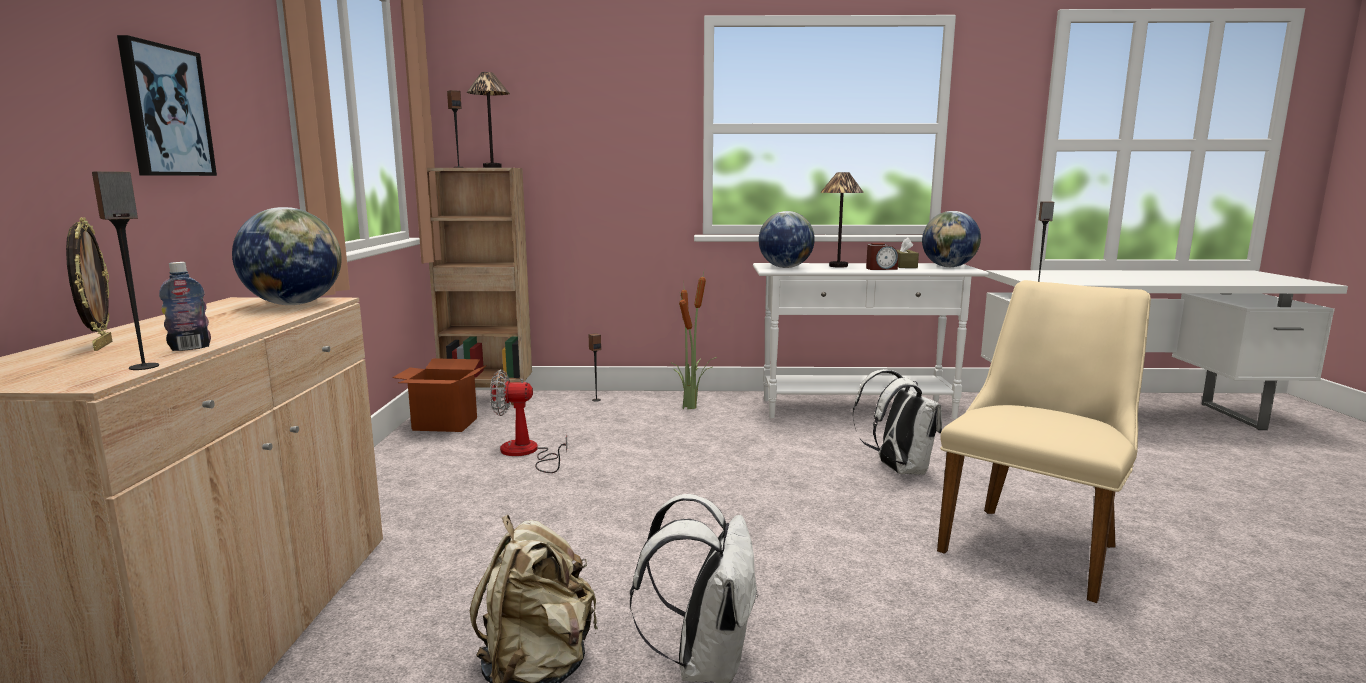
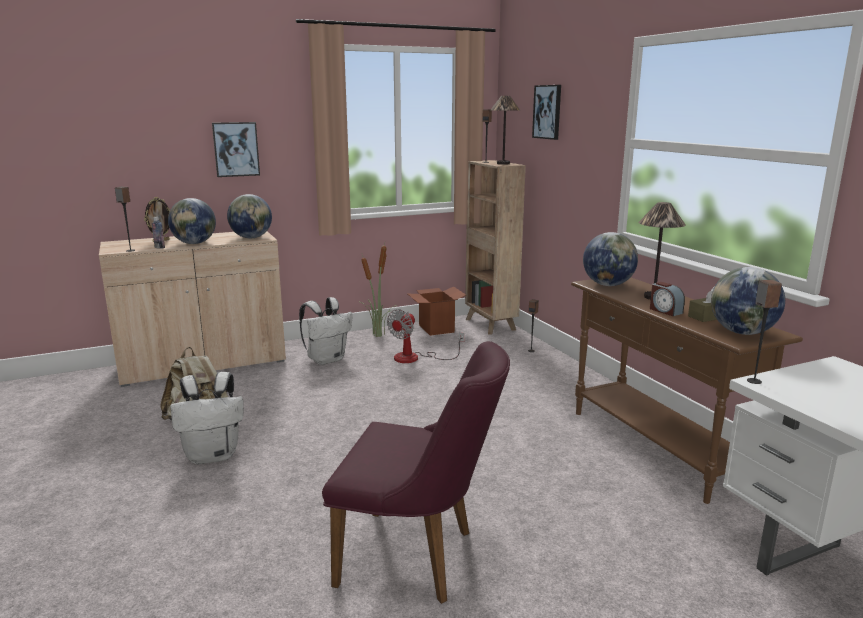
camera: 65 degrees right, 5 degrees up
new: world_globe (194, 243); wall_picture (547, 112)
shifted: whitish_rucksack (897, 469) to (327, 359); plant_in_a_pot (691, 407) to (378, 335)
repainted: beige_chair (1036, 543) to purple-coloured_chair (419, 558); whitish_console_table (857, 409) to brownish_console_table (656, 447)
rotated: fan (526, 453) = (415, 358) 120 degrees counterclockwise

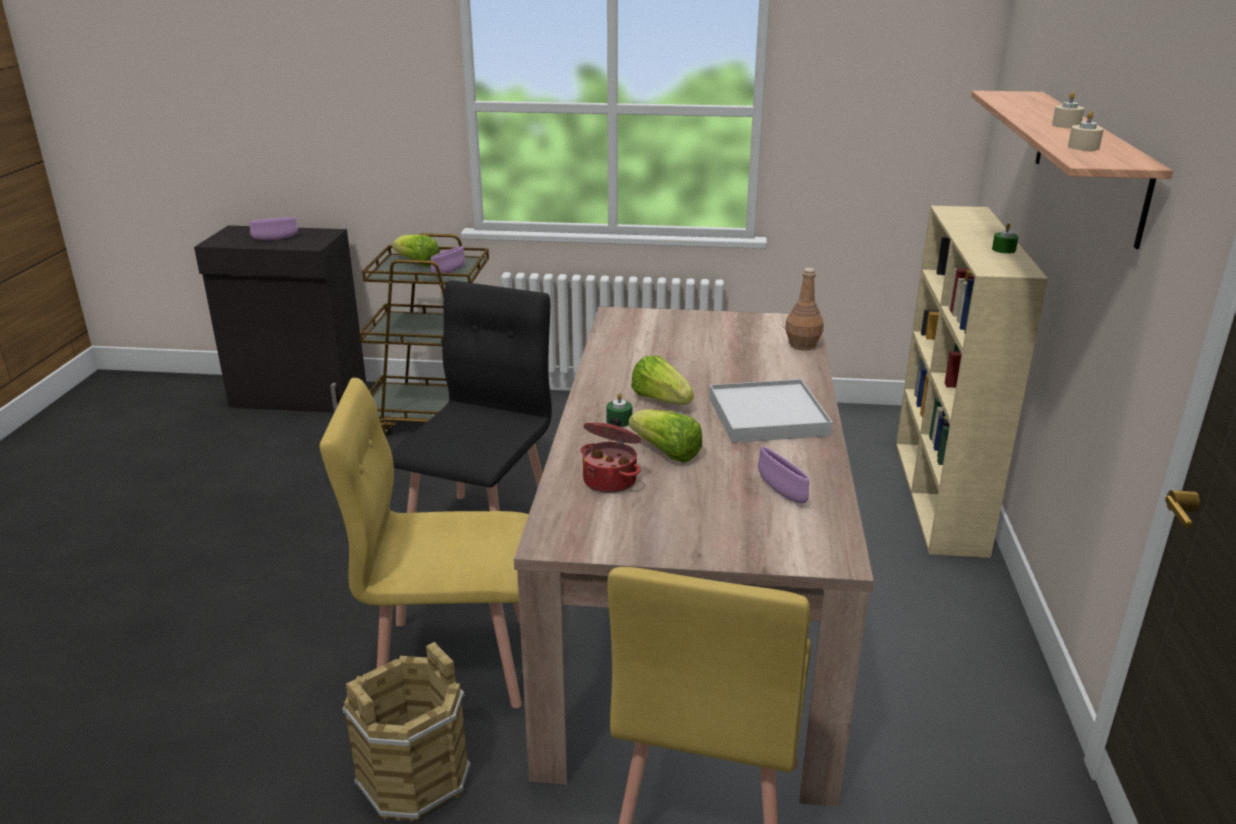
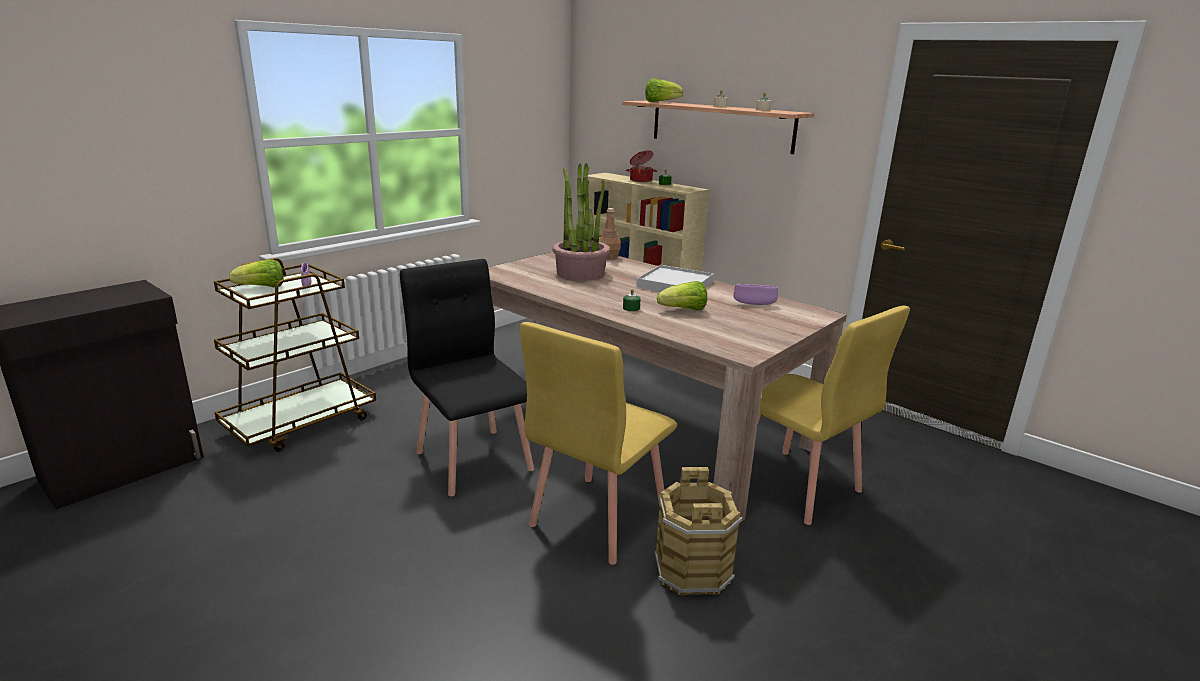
camera: 55 degrees left, 5 degrees down
gone: purple-coloured_bowl (275, 239)
new: plant_in_a_pot (580, 273)
shifted: cooking_pot (611, 480) to (640, 180); lettuce_head (661, 400) to (661, 102)

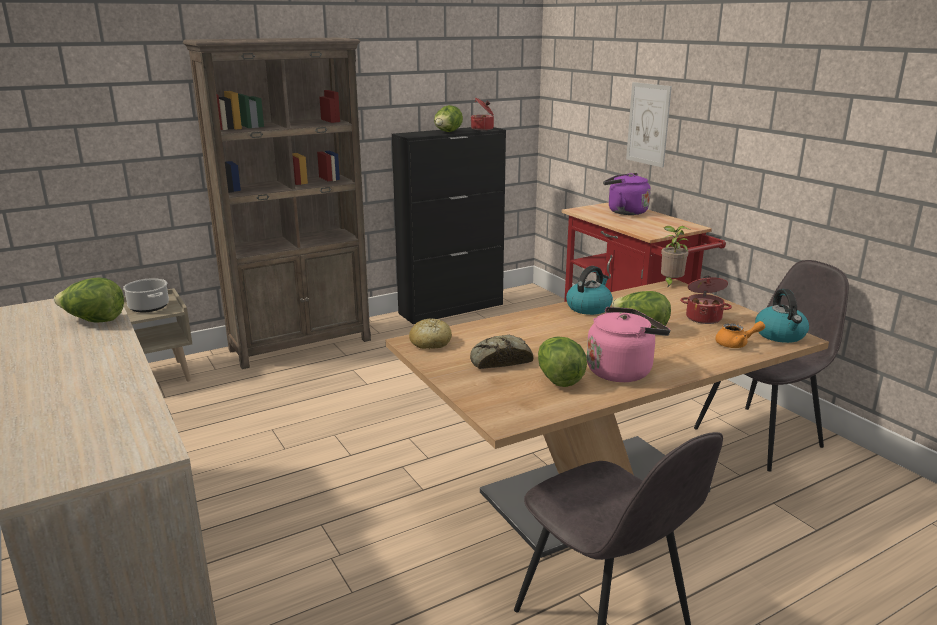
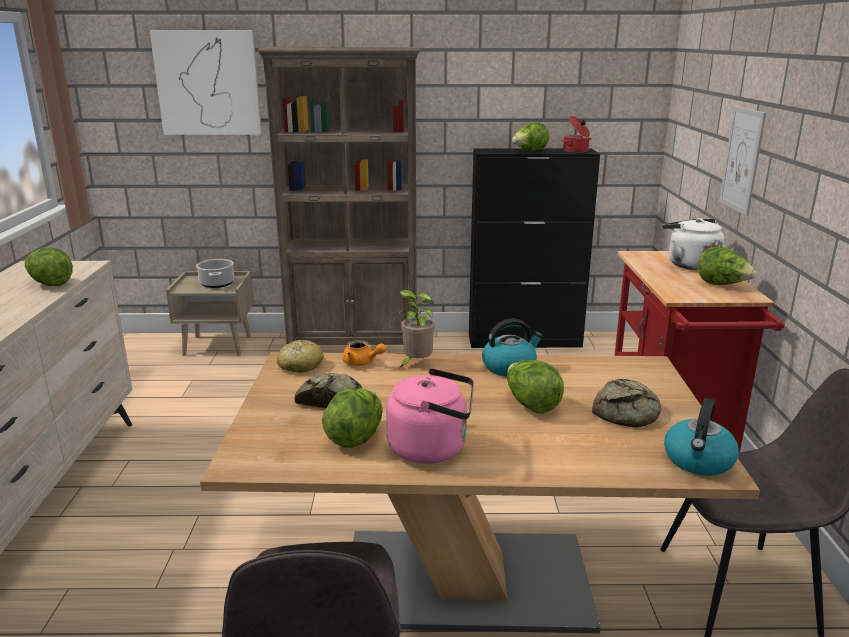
camera: 30 degrees right, 0 degrees up
new: wall_picture (208, 83); lettuce_head (722, 285)
shifted: orangey_tea_pot (736, 344) to (362, 363); plant_in_a_pot (670, 283) to (415, 364)
swapped: cooking_pot (704, 317) to bread (628, 412)
repainted: purple-coloured_water_kettle (624, 212) to whitish_water_kettle (689, 264)

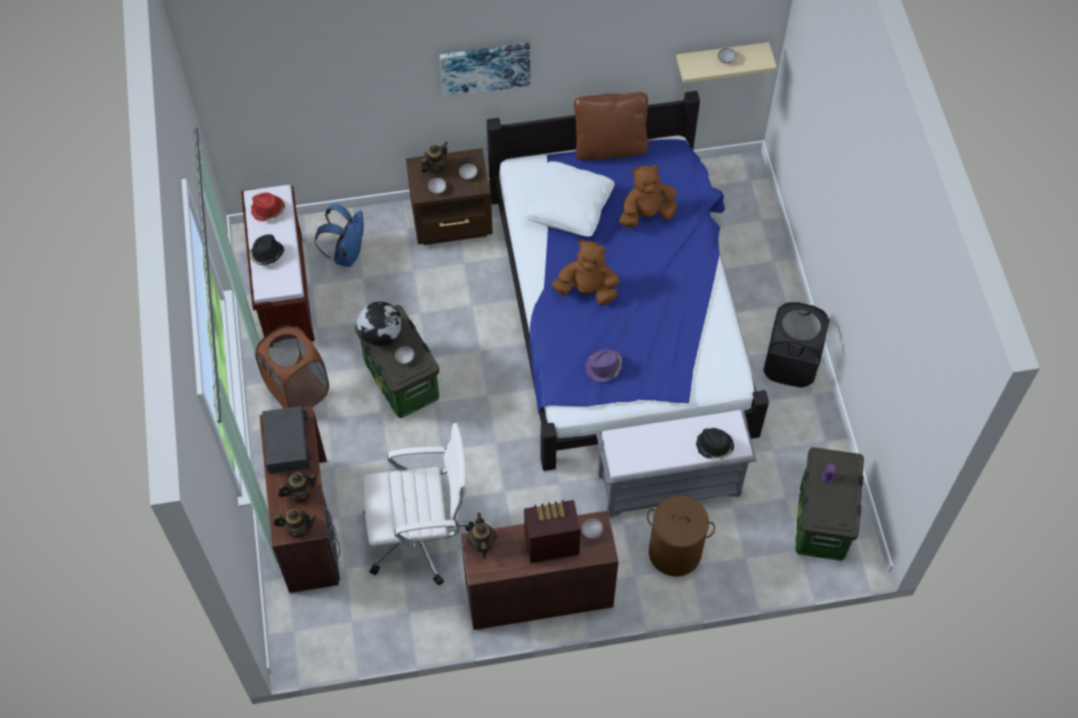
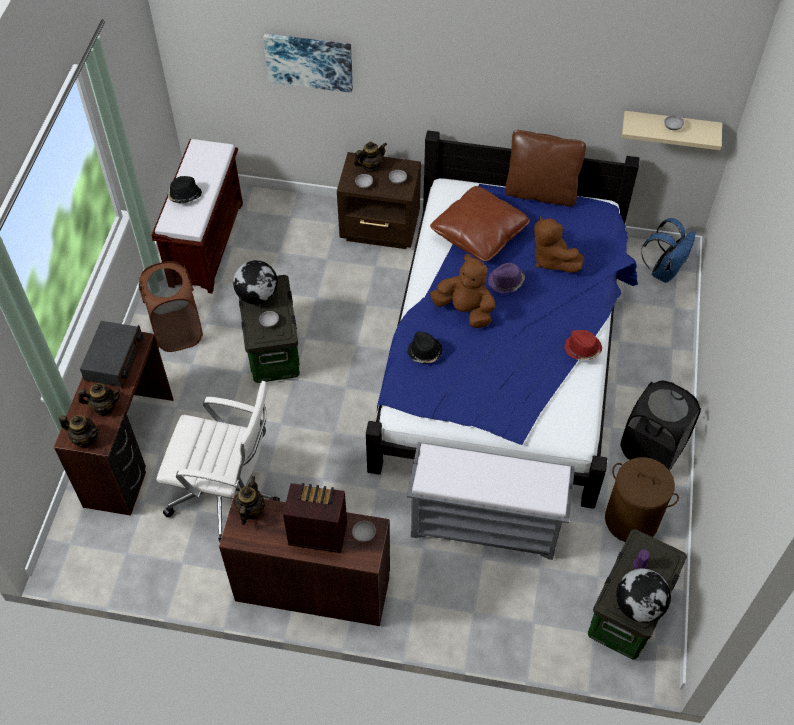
camera: 20 degrees right, 5 degrees down
new: world_globe (639, 605)
shifted: wall_picture (485, 67) to (309, 61); blackish_hat (714, 446) to (424, 352); purple-coloured_hat (604, 367) to (506, 282); red-coloured_hat (268, 210) to (582, 349); brownish_laundry_basket (675, 552) to (632, 520); blue_rucksack (347, 253) to (664, 271)
repainted: whitish_throw_pillow (569, 208) to brownish_throw_pillow (479, 233)
rotated: brownish_cuddly_toy (646, 214) = (551, 259) 120 degrees counterclockwise

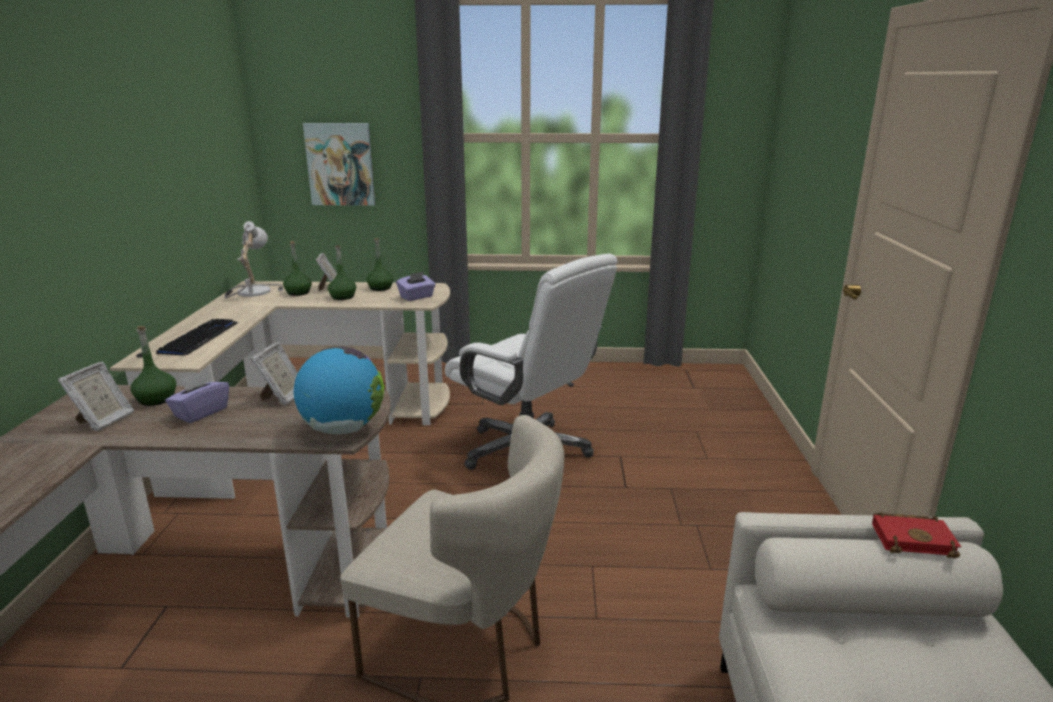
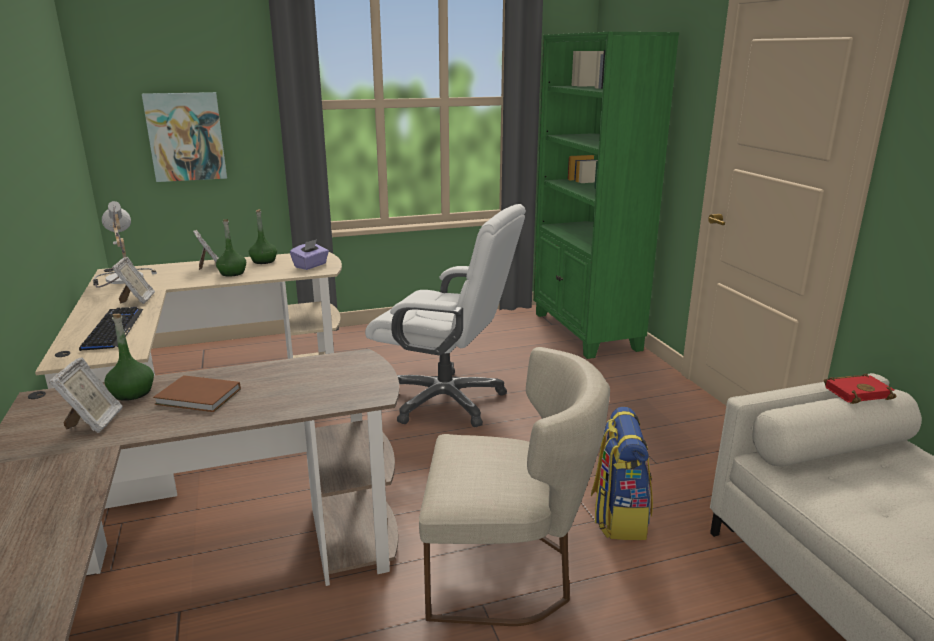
camera: 20 degrees left, 0 degrees up
gone: green_drink_bottle (298, 293); world_globe (343, 429)
new: green_bookcase (585, 332); rucksack (618, 516)
shifted: picture_frame (283, 397) to (137, 300)
swapped: purple-coloured_tissue_box (201, 413) to brownish_book (199, 397)

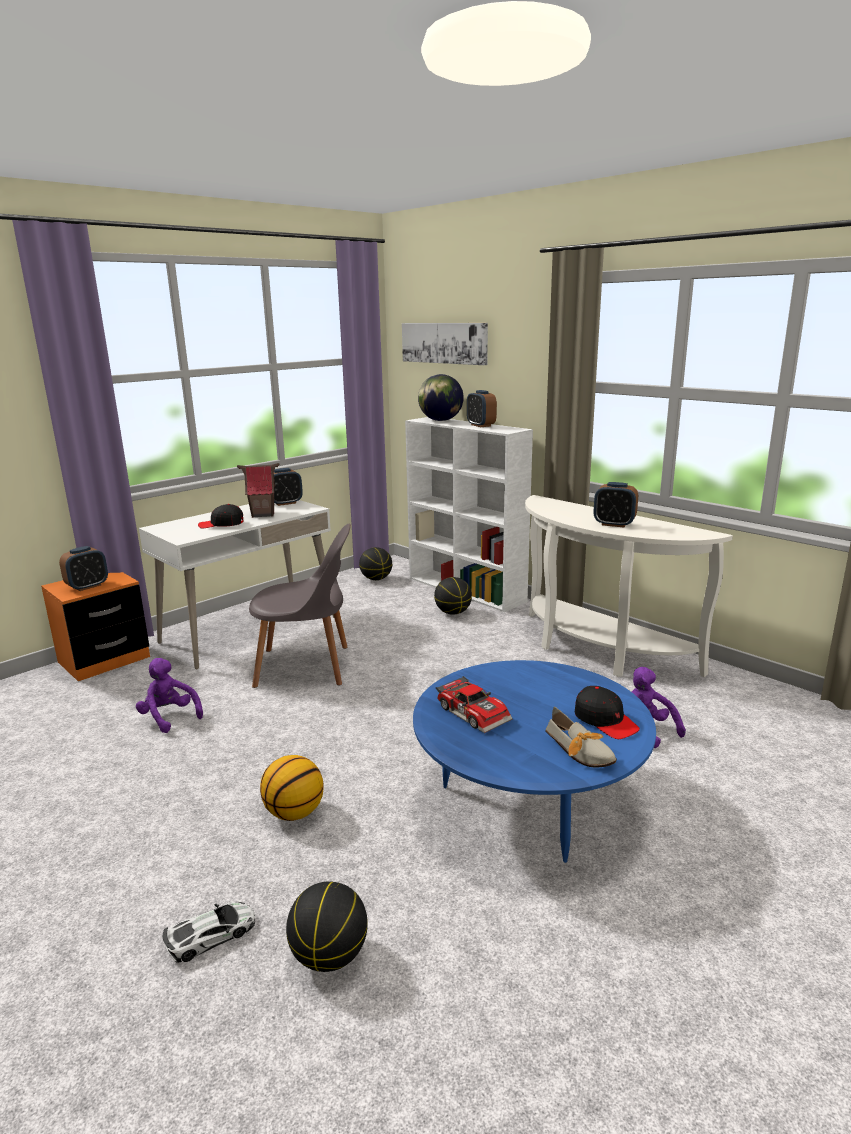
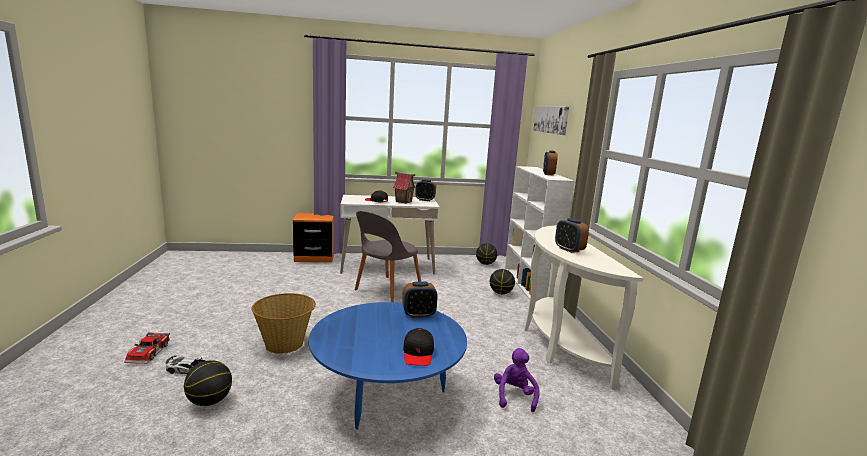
camera: 35 degrees right, 5 degrees down
gone: purple-coloured_cuddly_toy (169, 717); world_globe (440, 420); item_of_footwear (581, 752)
shifted: toy_car (475, 712) to (150, 353); bedside_clock (87, 586) to (418, 315)
swapped: basketball_ball (294, 812) to basket (285, 344)
rotated: grey_chair (308, 666) = (386, 290) 90 degrees clockwise

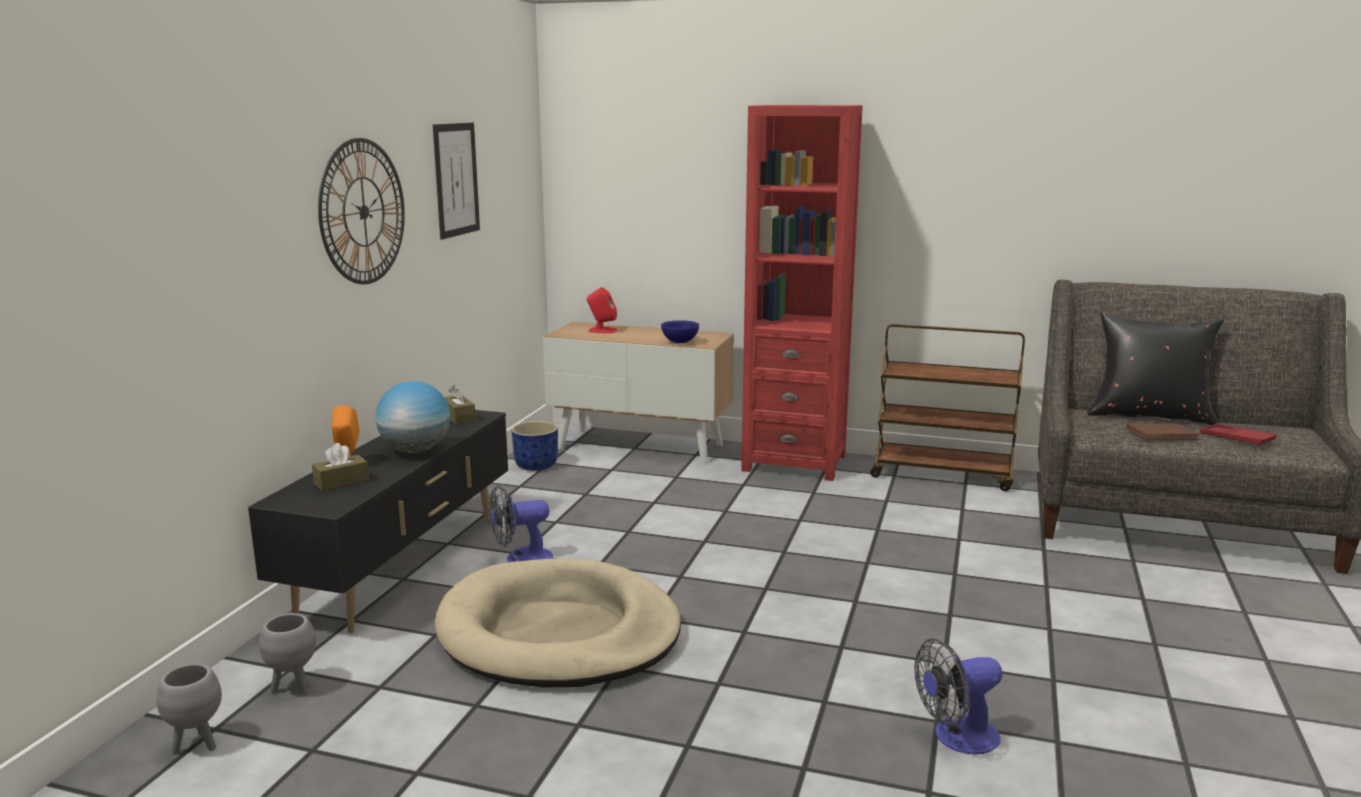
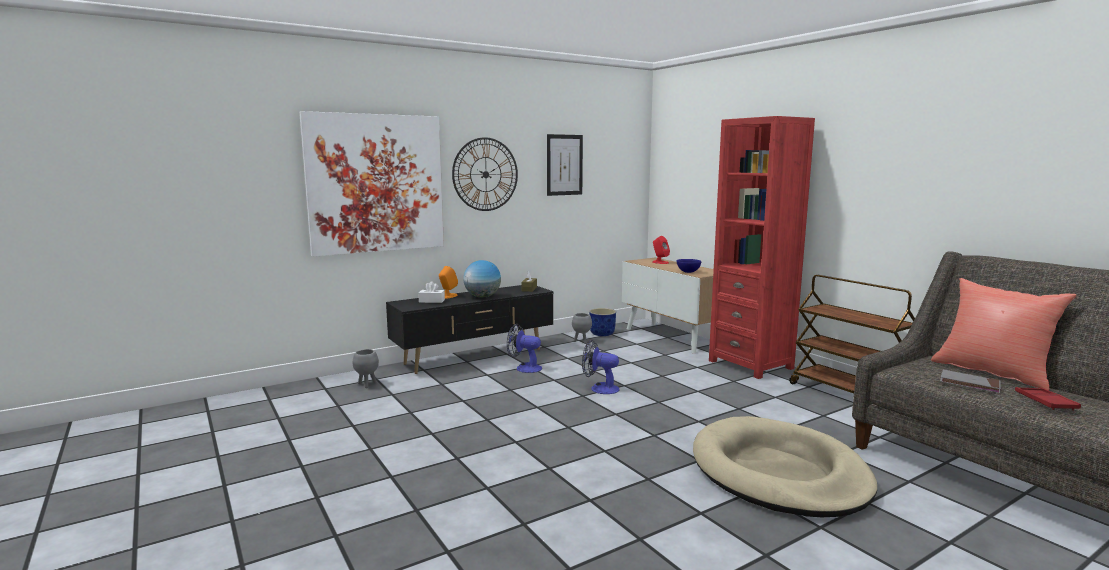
camera: 40 degrees right, 5 degrees down
new: wall_picture (376, 183)
shifted: grey_plant_pot (197, 745) to (581, 341); fan (956, 738) to (599, 388); beige_dog_bed (558, 632) to (778, 473)
repainted: brownish_tissue_box (341, 482) to whitish_tissue_box (431, 301); blackish_throw_pillow (1149, 416) to red-coloured_throw_pillow (992, 372); brownish_book (1161, 435) to grey_book (969, 384)

